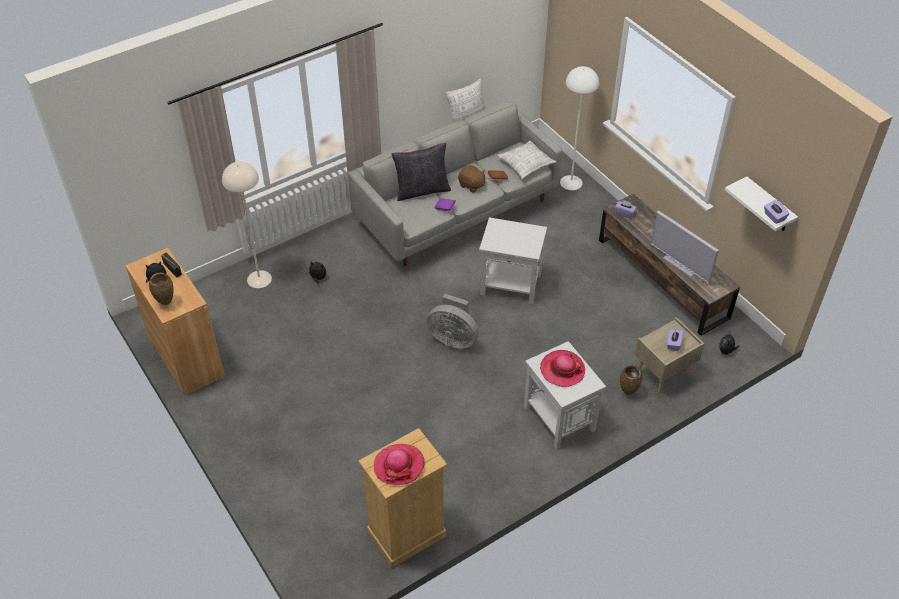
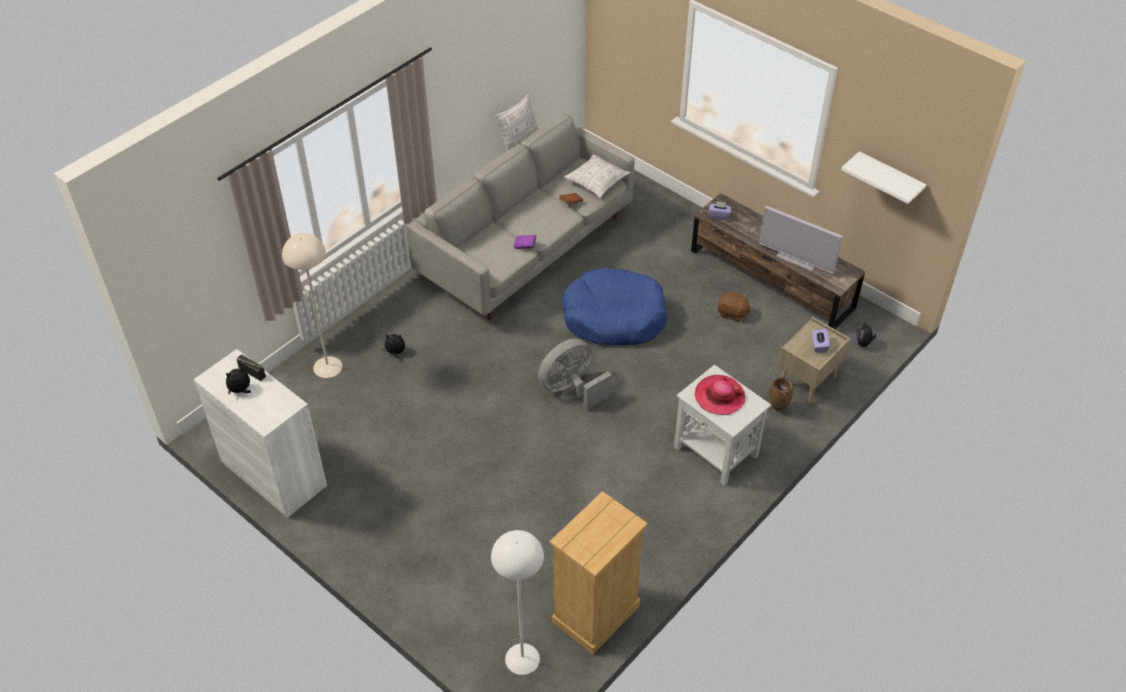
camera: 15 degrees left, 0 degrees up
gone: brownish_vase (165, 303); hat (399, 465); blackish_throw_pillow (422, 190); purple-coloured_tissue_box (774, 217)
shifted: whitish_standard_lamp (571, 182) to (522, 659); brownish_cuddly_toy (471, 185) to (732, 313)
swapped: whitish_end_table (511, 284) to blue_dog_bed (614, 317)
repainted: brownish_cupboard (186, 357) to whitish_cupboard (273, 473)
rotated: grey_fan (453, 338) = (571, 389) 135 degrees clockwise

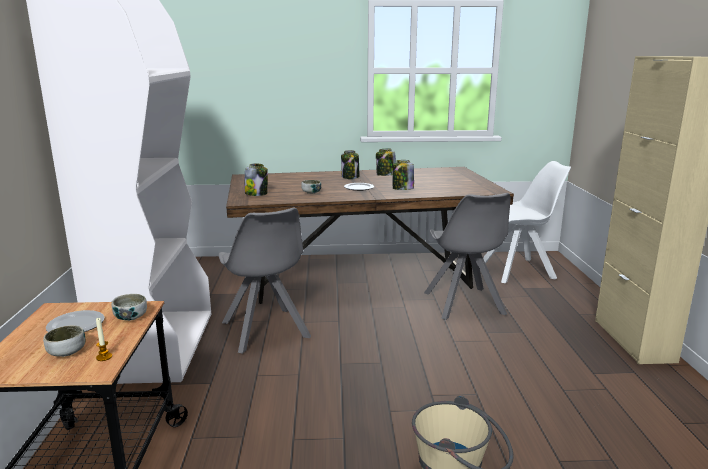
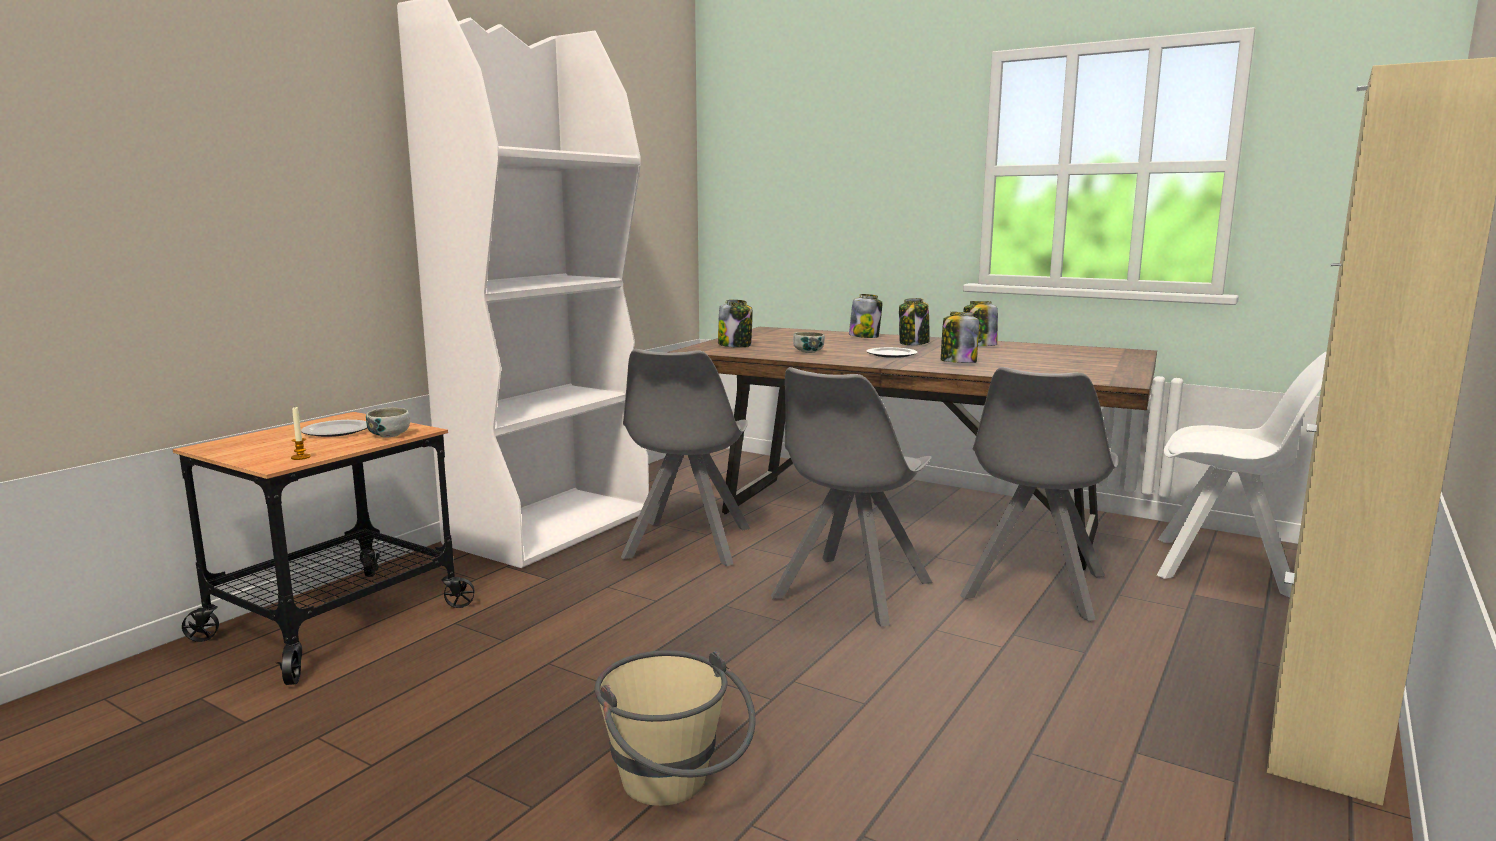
camera: 35 degrees right, 5 degrees down
gone: bowl (67, 352)
new: grey_chair (850, 592); storage_jar (864, 336)

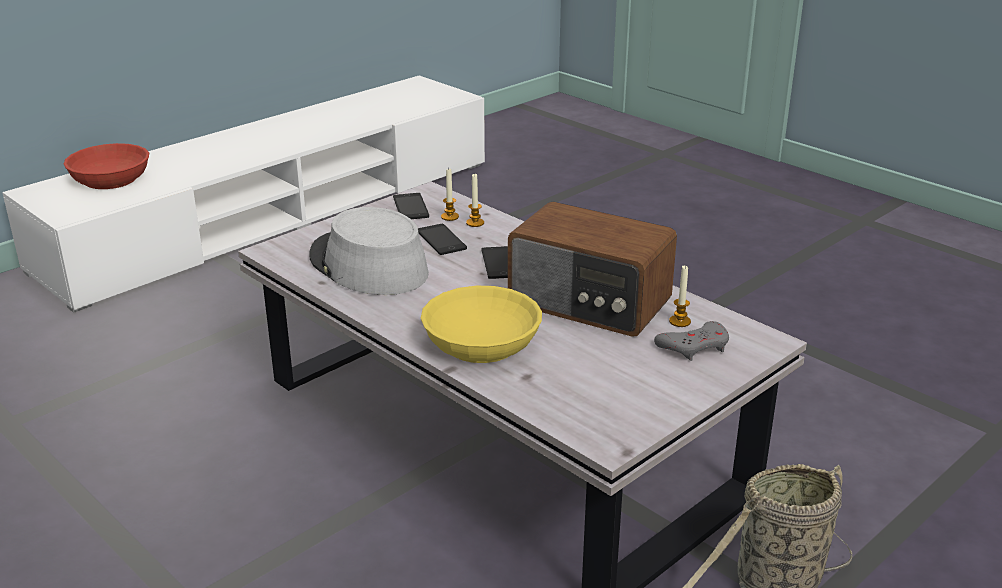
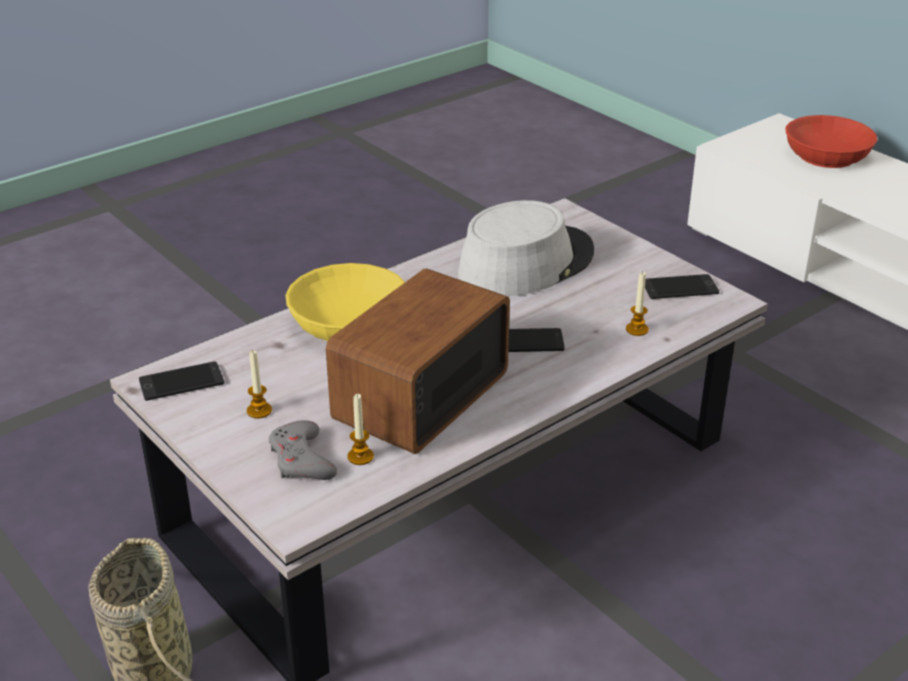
camera: 95 degrees right, 5 degrees up
shifted: telephone (441, 240) to (181, 382); wax_candle (450, 217) to (259, 411)

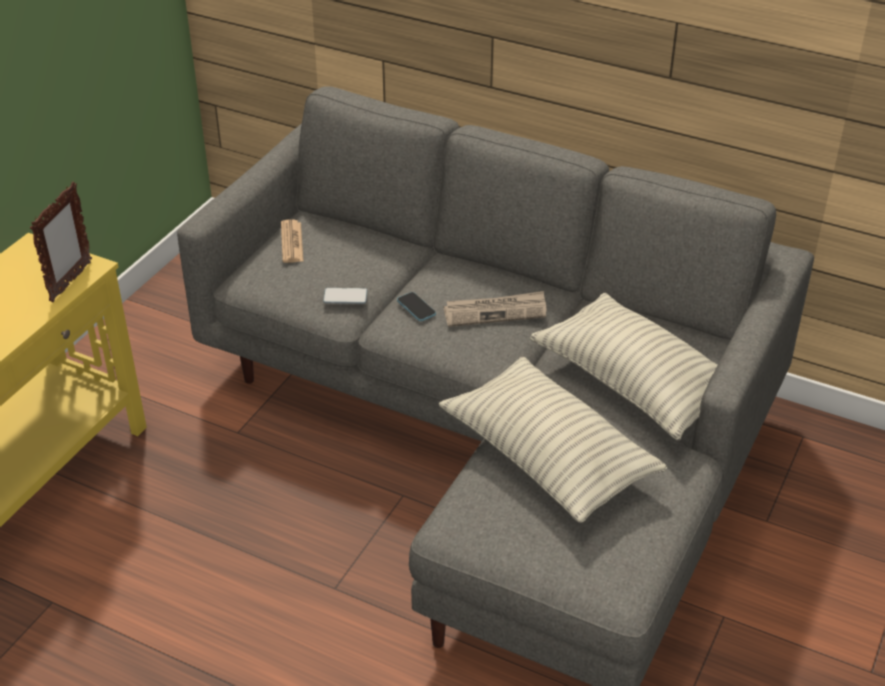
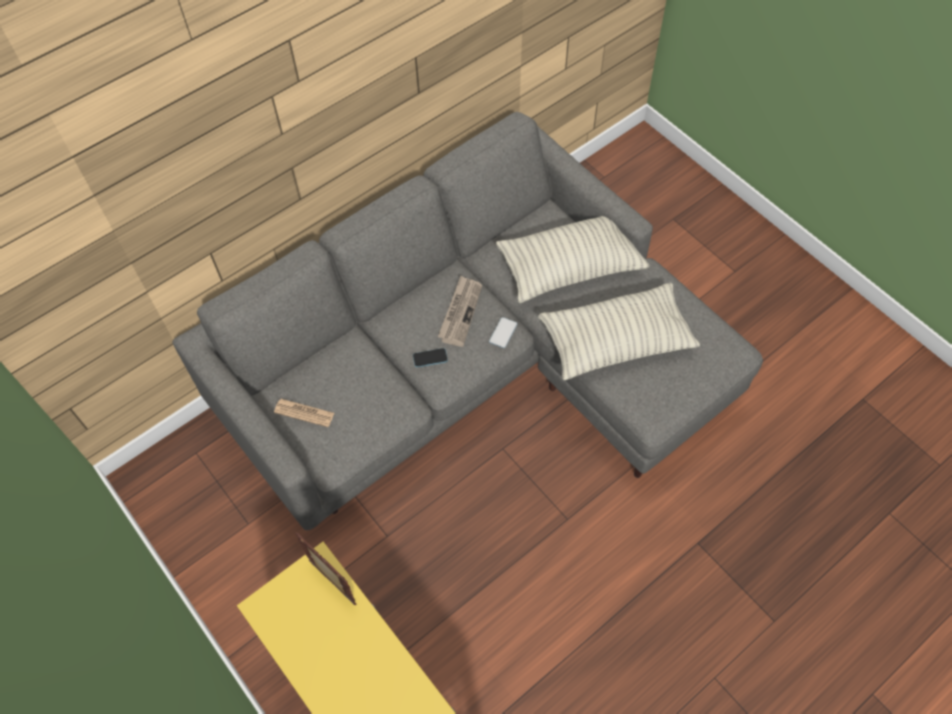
camera: 65 degrees left, 20 degrees up
shifted: telephone (345, 297) to (503, 333)

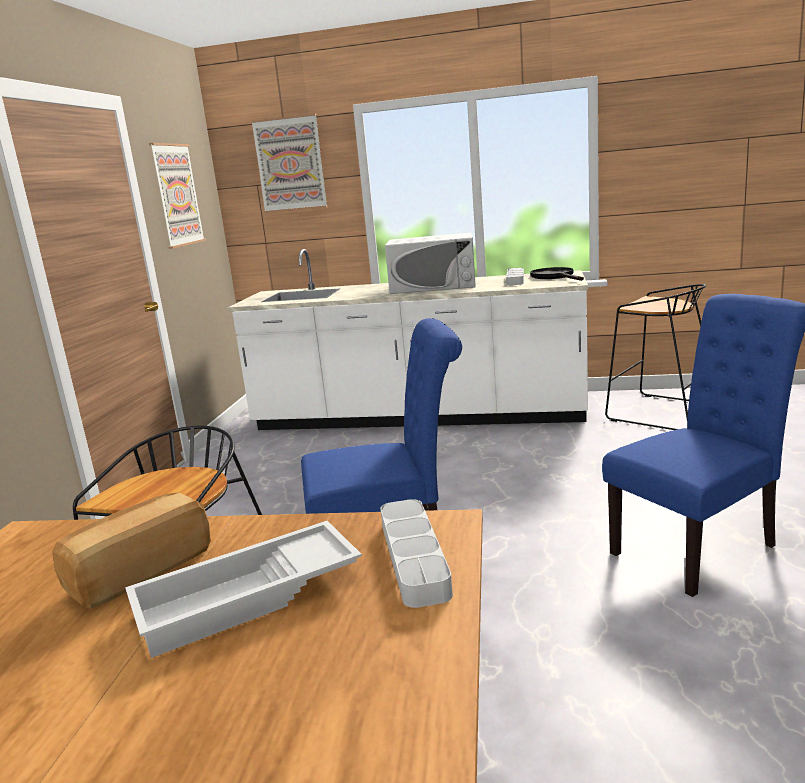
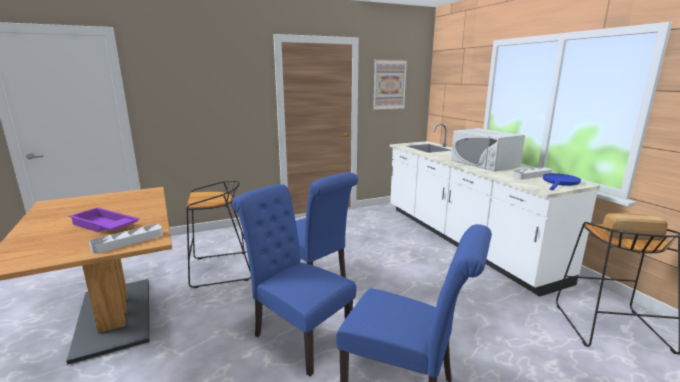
camera: 55 degrees right, 0 degrees up
gone: wall_picture (290, 164)
new: blue_chair (297, 336)
shifted: bread (139, 571) to (630, 235)
repainted: whitish_carrying_tray (248, 598) to purple-coloured_carrying_tray (104, 226); blackish_pan (555, 277) to blue_pan (560, 183)

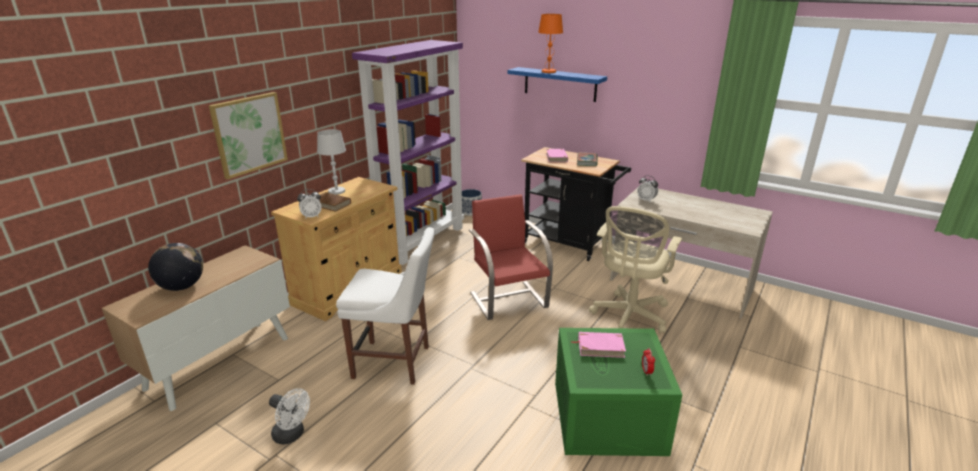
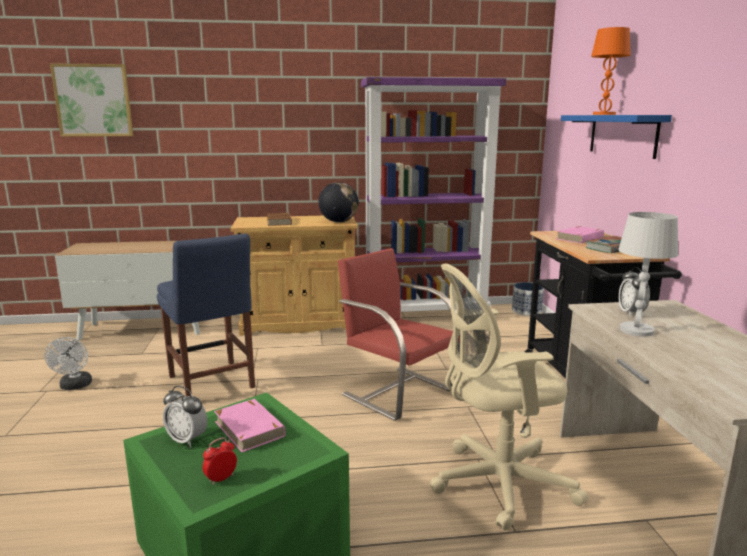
camera: 50 degrees right, 10 degrees down
shifted: wall_picture (249, 134) to (93, 100); bedside_clock (311, 216) to (187, 440); world_globe (182, 287) to (339, 222); whitish_tabletop_lamp (336, 191) to (636, 330)
repainted: whitish_chair (395, 362) to blue_chair (212, 384)
rotated: red-coloured_chair (508, 299) = (397, 391) 75 degrees counterclockwise

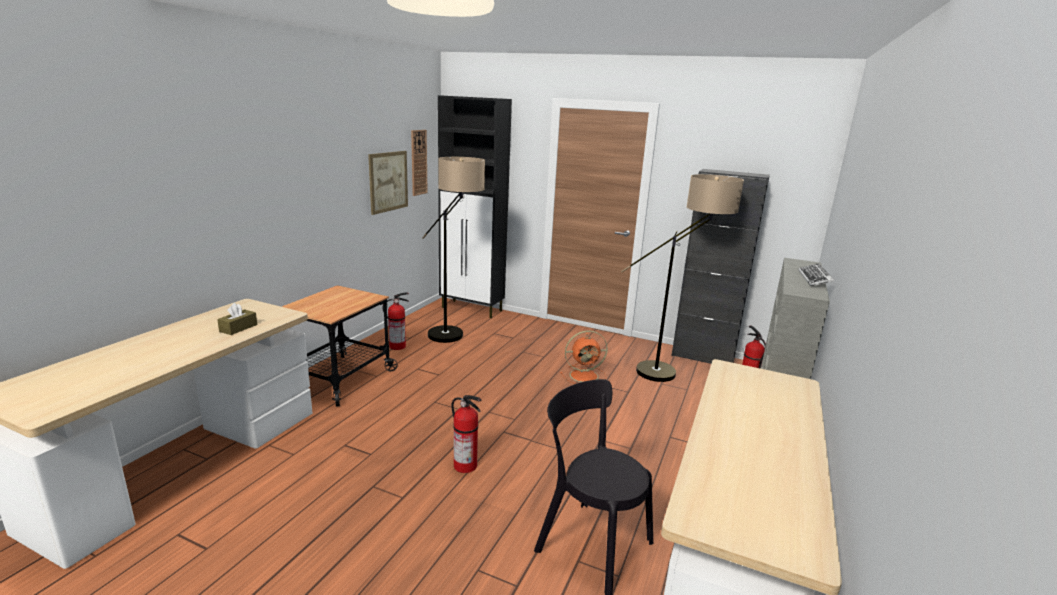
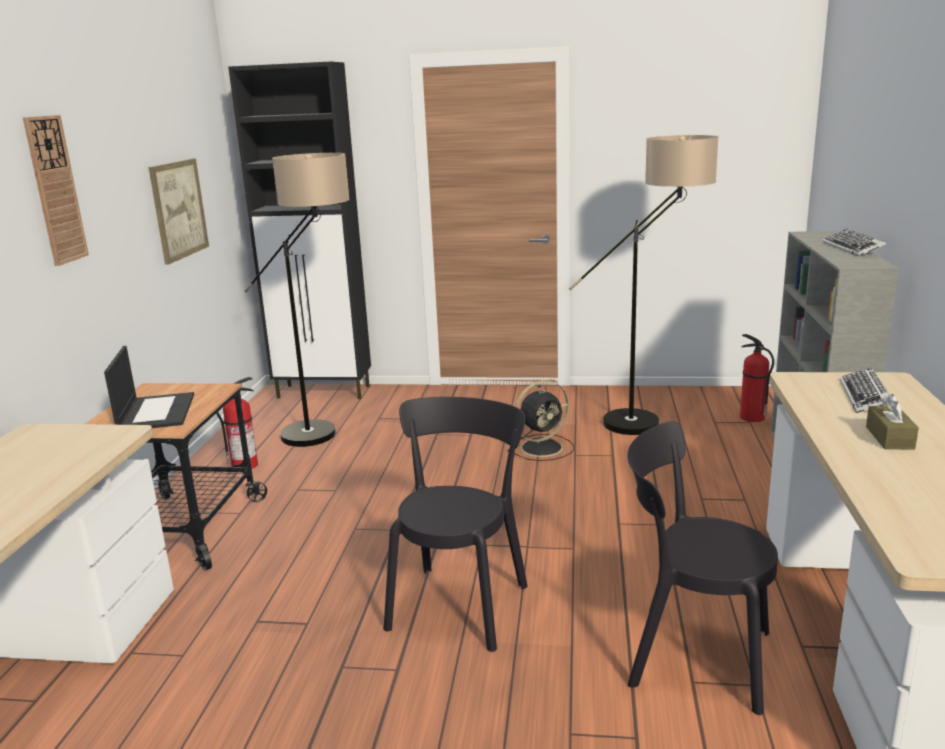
camera: 15 degrees left, 0 degrees up
gone: blackish_cupboard (702, 357)
new: portable_computer (156, 412); computer_keyboard (865, 396)
shifted: clock_on_the_wall (418, 162) to (55, 190); brownish_tissue_box (238, 328) to (889, 438)
swapped: fire-fighting_cylinder (466, 466) to blackish_chair (460, 602)
repainted: orangey_fan (585, 376) to blackish_fan (543, 447)

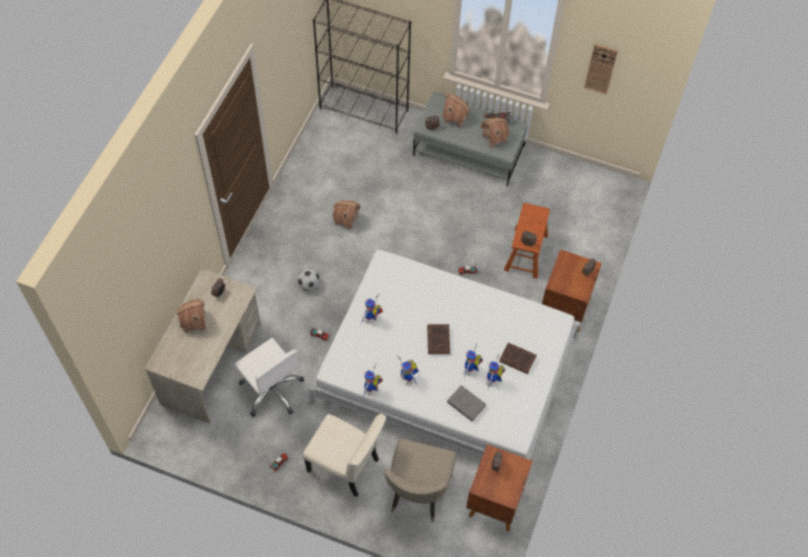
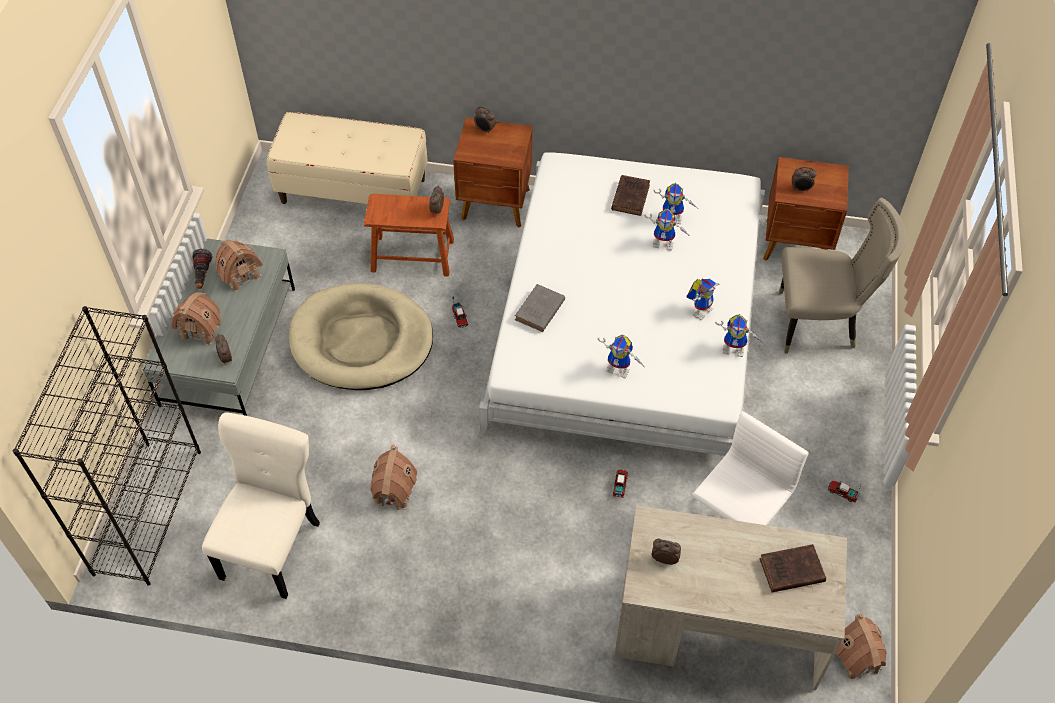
camera: 100 degrees left, 5 degrees down
gone: football (308, 285); clock_on_the_wall (600, 68)
new: beige_bench (354, 190); beige_dog_bed (361, 341)
shifted: beige_chair (345, 467) to (273, 546); grey_book (465, 403) to (539, 311); brownish_book (438, 339) to (790, 571); model_house (194, 322) to (856, 658)

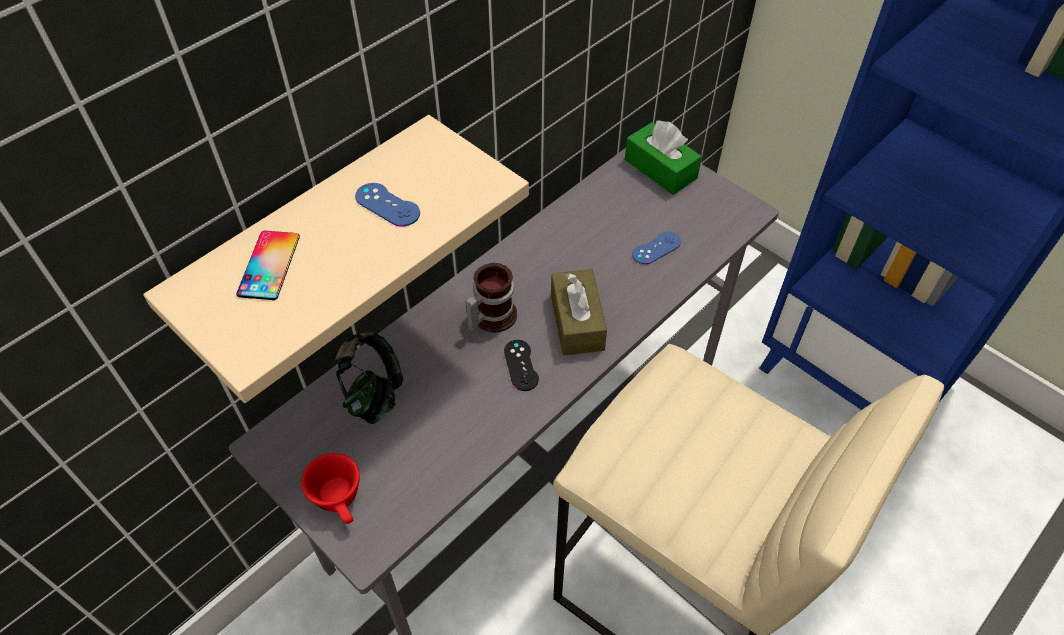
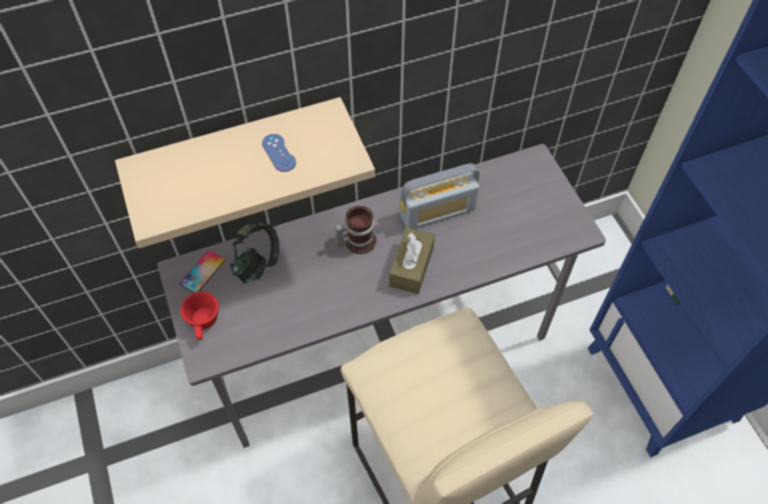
camera: 25 degrees right, 5 degrees up
gone: blackish_game_controller (521, 365); green_tissue_box (660, 169); blue_game_controller (656, 248)
new: radio_receiver (437, 211)
shifted: telephone (269, 265) to (202, 272)

